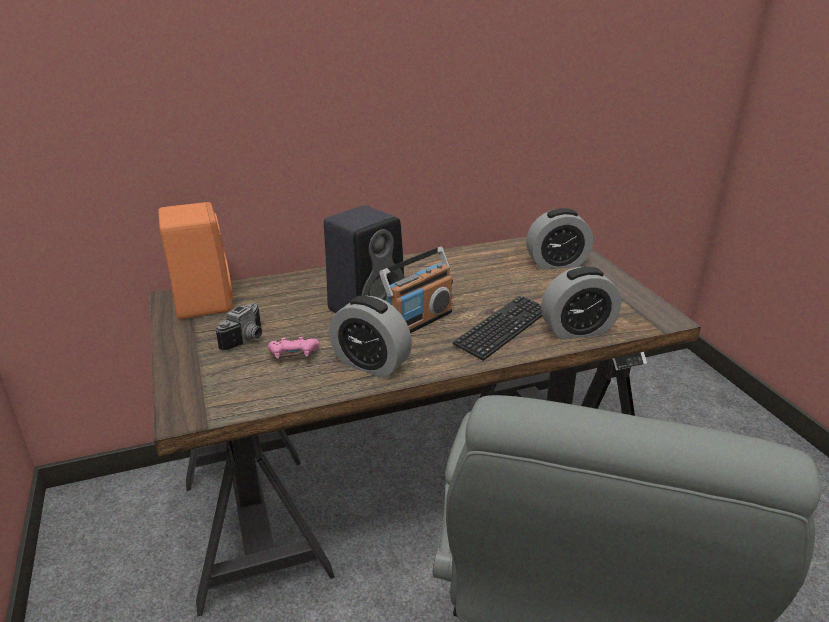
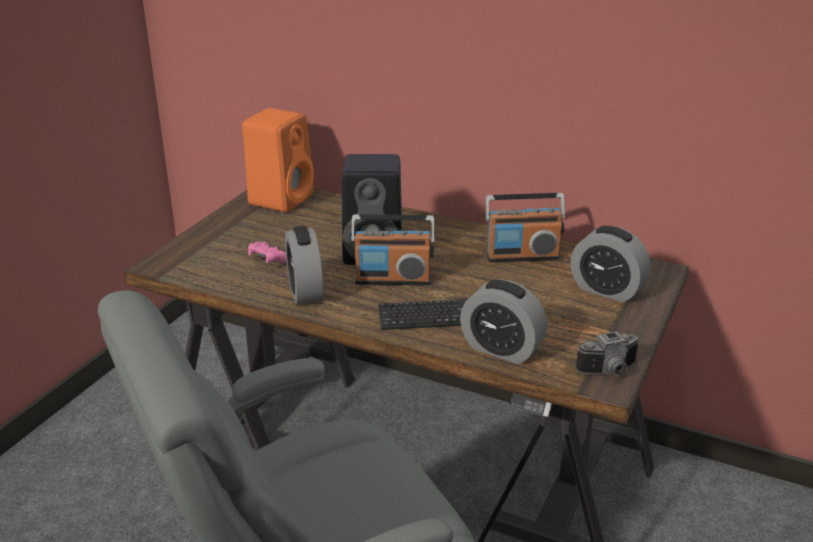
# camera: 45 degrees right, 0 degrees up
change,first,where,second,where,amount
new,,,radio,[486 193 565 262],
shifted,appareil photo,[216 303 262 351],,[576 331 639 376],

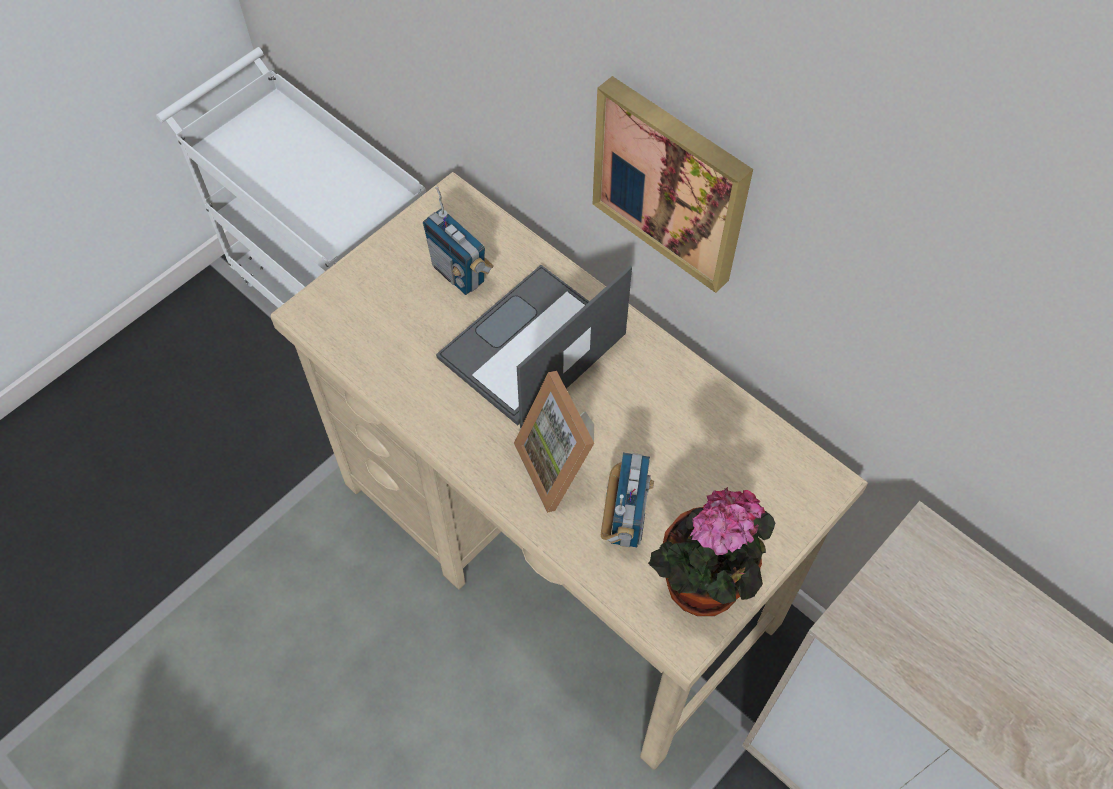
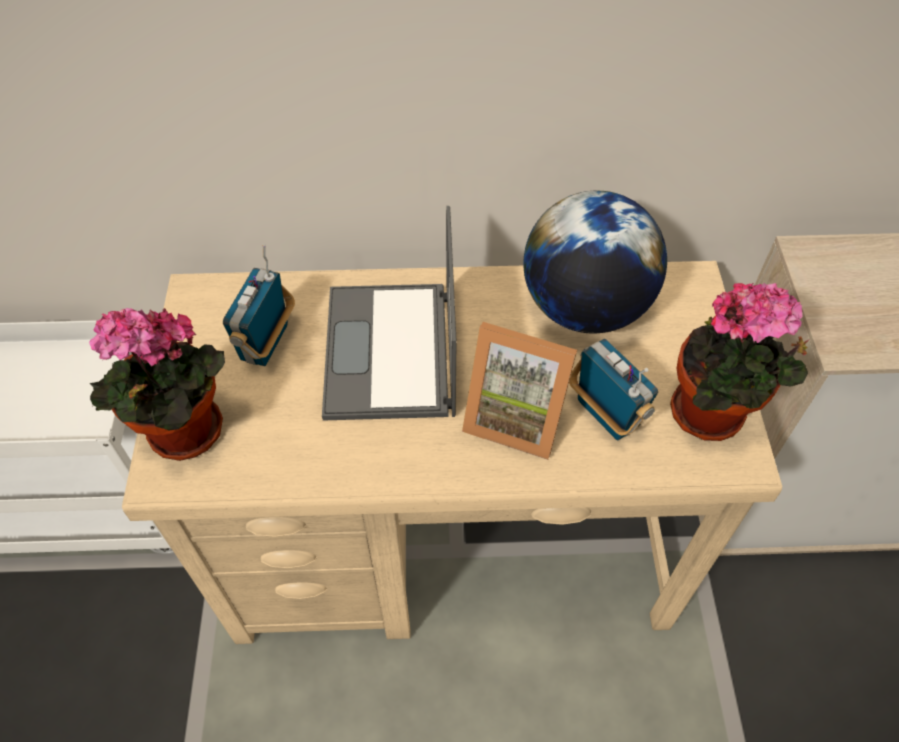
# camera: 45 degrees left, 5 degrees down
change,first,where,second,where,amount
new,,,plante en pot,[89 308 225 461],
rotated,radio,[423 187 494 295],,[223 244 295 366],105 degrees clockwise
new,,,globe,[523 191 667 333],
gone,tableau,[593 76 753 293],,,

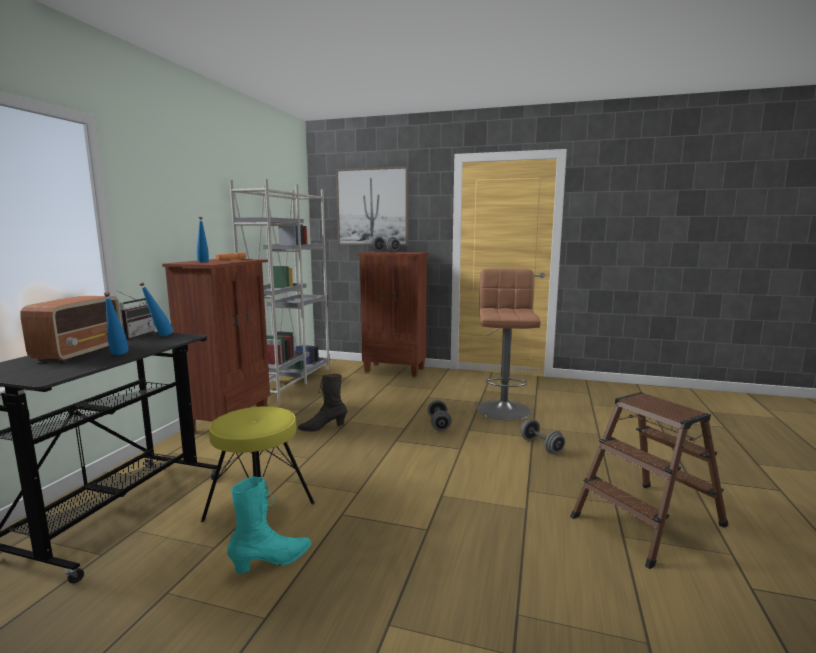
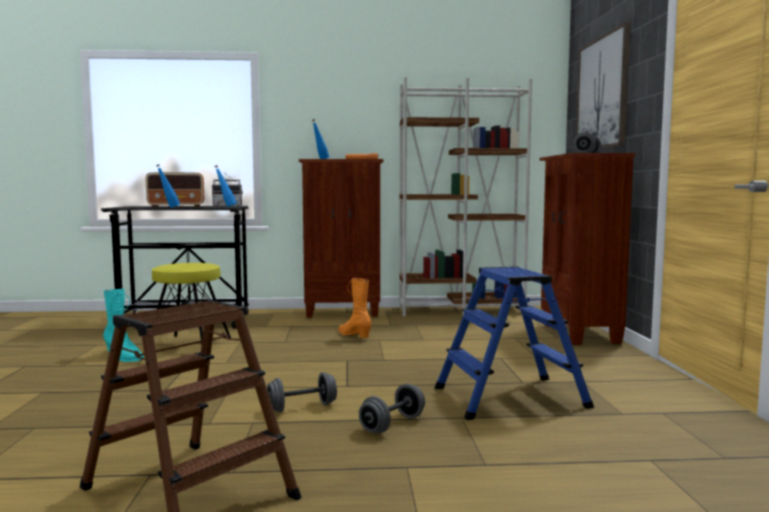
# camera: 70 degrees right, 5 degrees down
change,first,where,second,where,amount
shifted,haltère [gris],[428 400 452 431],,[267 372 337 413],
repainted,botte [noir],[298 374 347 432],botte [orange],[339 278 372 338],
repainted,bibliothèque [gris],[230 179 330 402],bibliothèque [marron],[399 78 532 317],
swapped,tabouret [marron],[477 269 541 420],escabeau [bleu],[434 266 594 420],

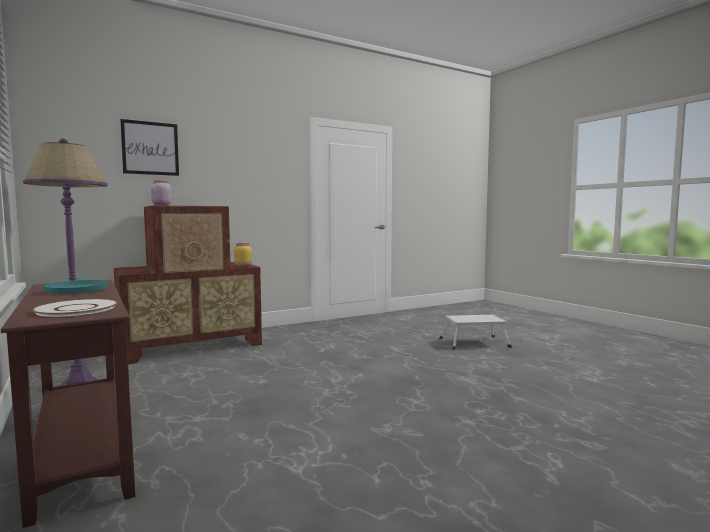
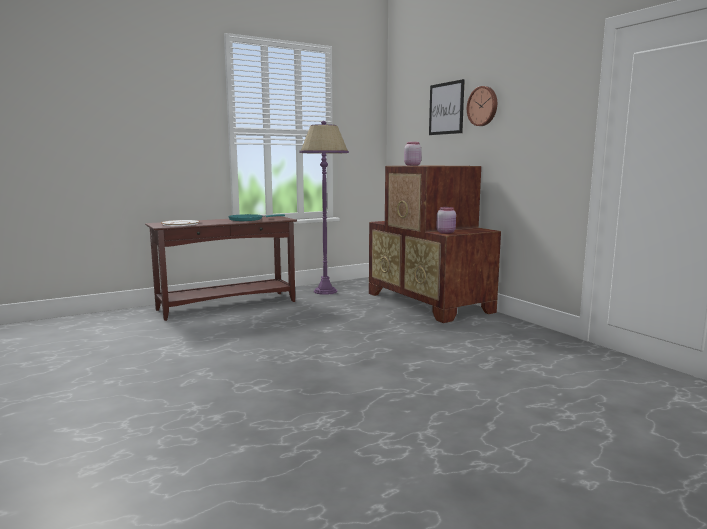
# camera: 90 degrees right, 5 degrees up
change,first,where,second,where,amount
repainted,bocal [jaune],[234 243 252 267],bocal [rose],[436 207 456 234],
new,,,horloge murale,[467 86 497 126],
gone,escabeau [blanc],[439 314 512 350],,,

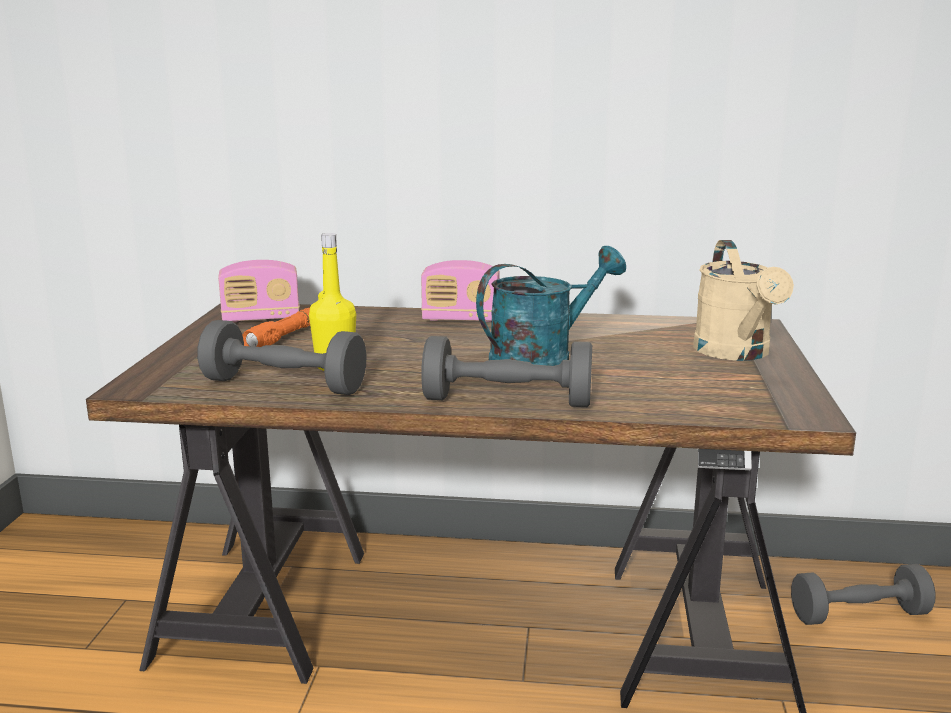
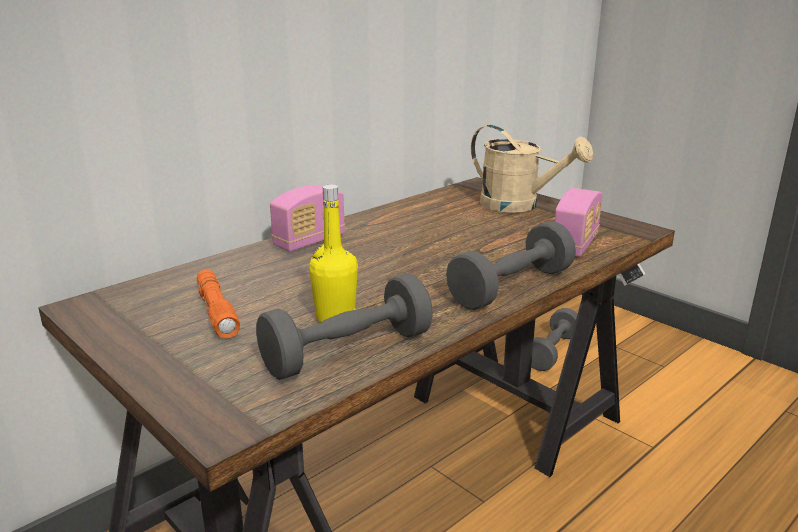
# camera: 50 degrees left, 5 degrees up
change,first,where,second,where,amount
shifted,radio,[218 260 300 322],,[554 188 603 257],
gone,arrosoir [turquoise],[476 246 626 366],,,

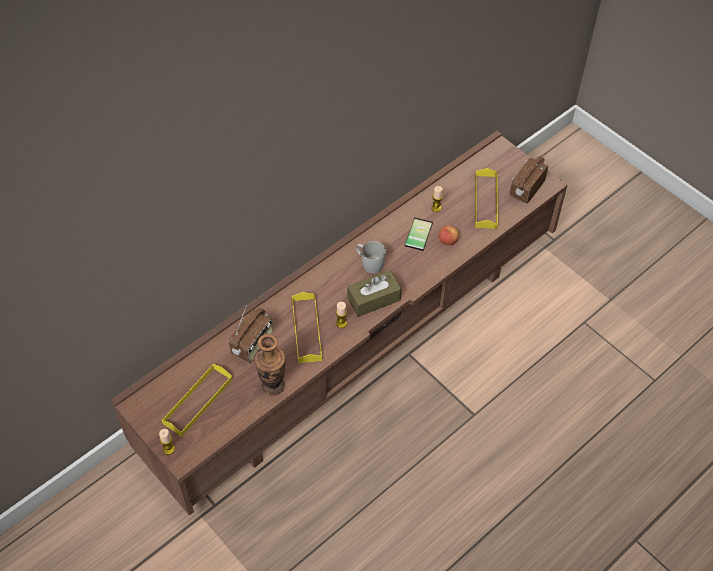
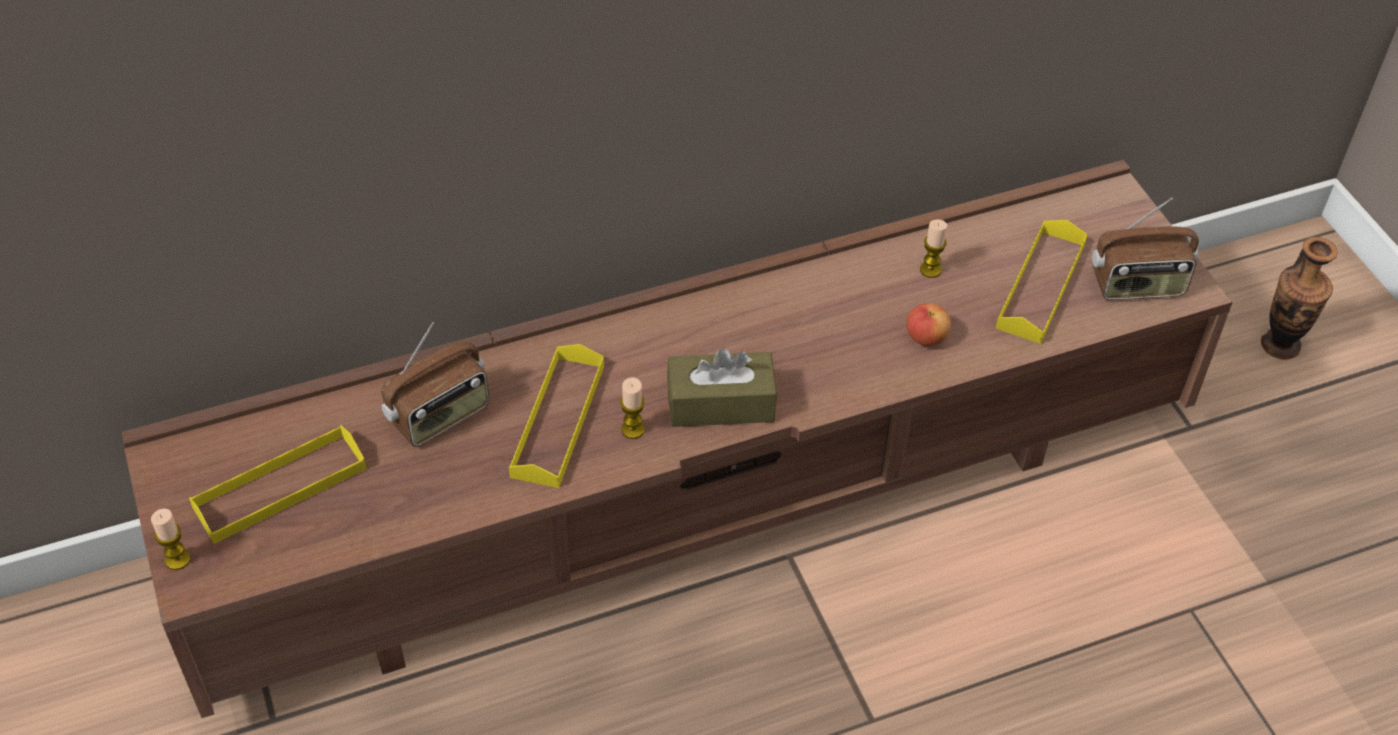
# camera: 20 degrees right, 5 degrees down
change,first,where,second,where,amount
rotated,radio,[509 156 548 204],,[1092 198 1199 300],150 degrees counterclockwise
shifted,vase,[254 334 286 396],,[1261 237 1338 359],
gone,mug [blanc],[356 241 386 273],,,
gone,téléphone,[405 217 433 251],,,

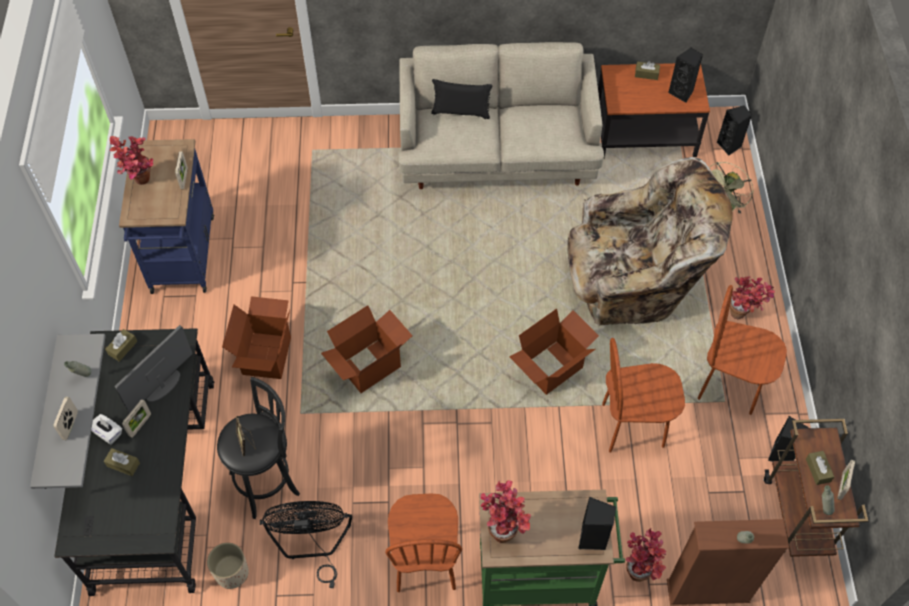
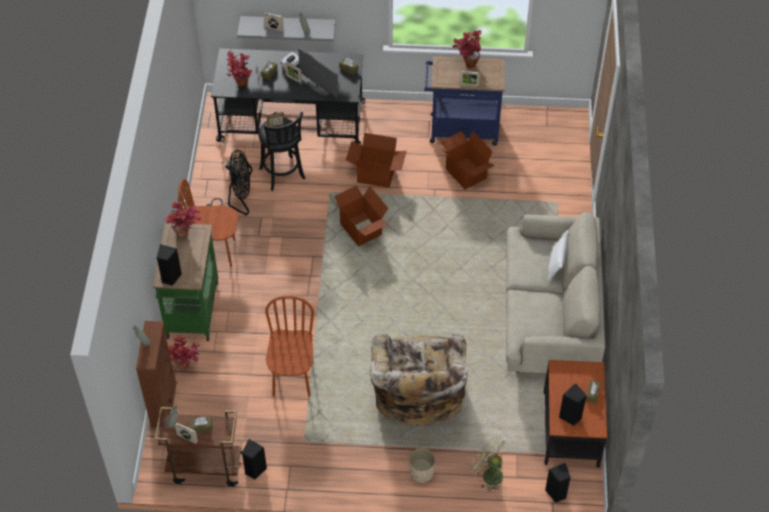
# camera: 95 degrees right, 5 degrees down
change,first,where,second,where,amount
shifted,plante en pot,[730 276 775 319],,[226 51 252 87],
shifted,cache-pot [beige],[207 542 249 589],,[409 448 435 483],
shifted,carton,[509 309 599 395],,[441 131 495 189],
repainted,coussin [noir],[431 79 492 119],coussin [blanc],[547 230 568 282],
gone,chaise [marron],[698 285 787 415],,,

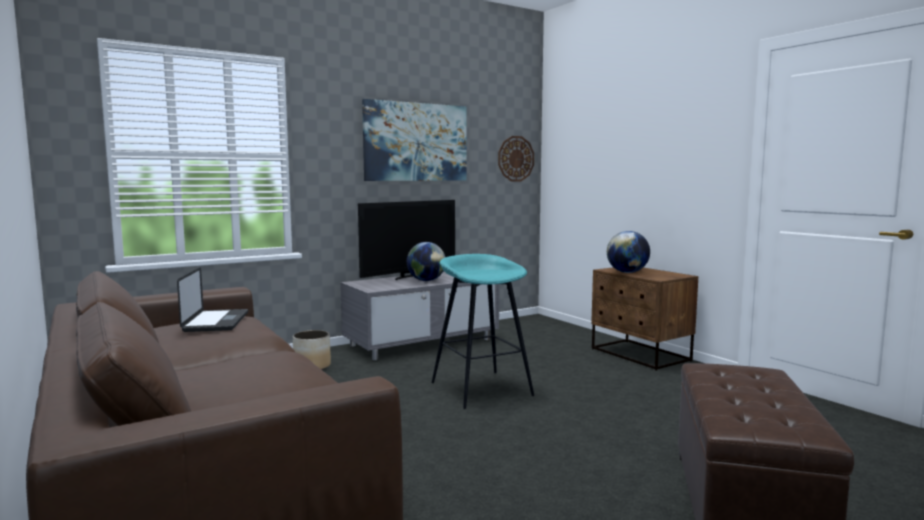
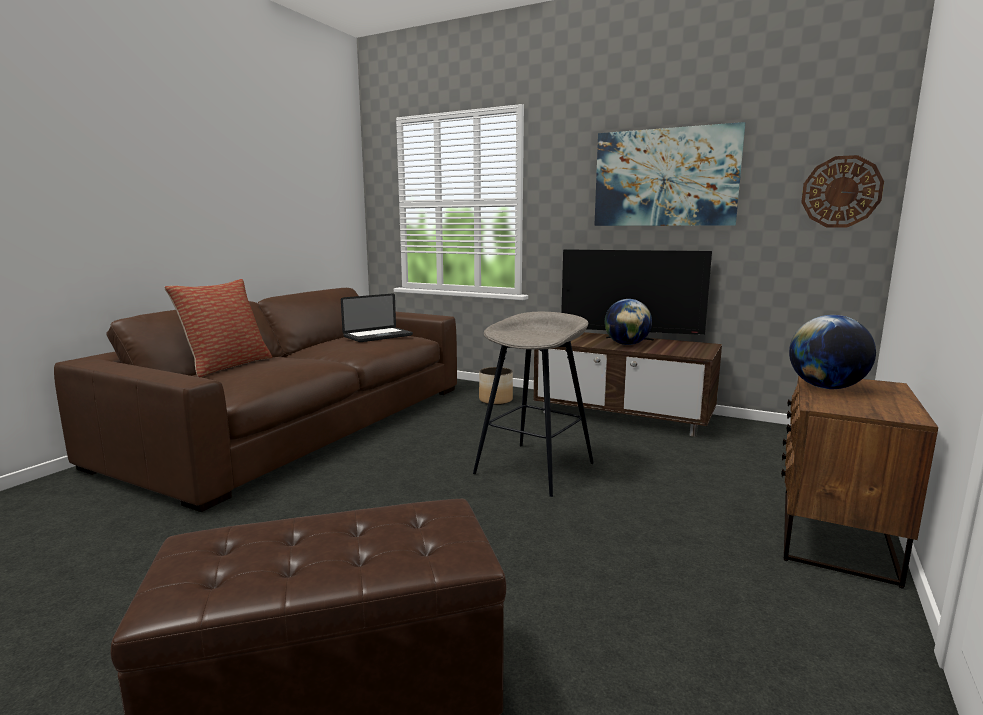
# camera: 60 degrees right, 5 degrees up
change,first,where,second,where,amount
new,,,coussin,[164 279 272 377],
repainted,tabouret [turquoise],[432 254 534 409],tabouret [gris],[473 312 594 497],
repainted,meuble télé [gris],[340 272 500 360],meuble télé [marron],[534 332 722 437],

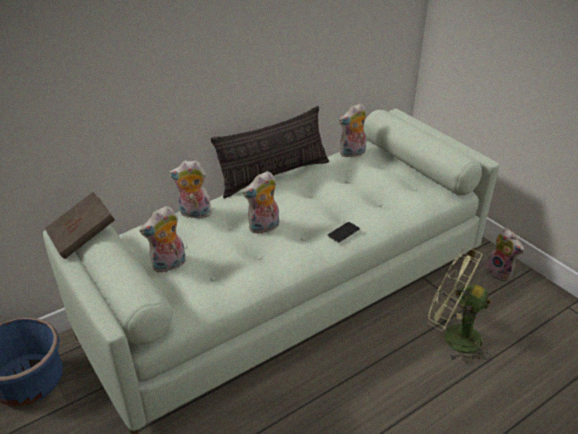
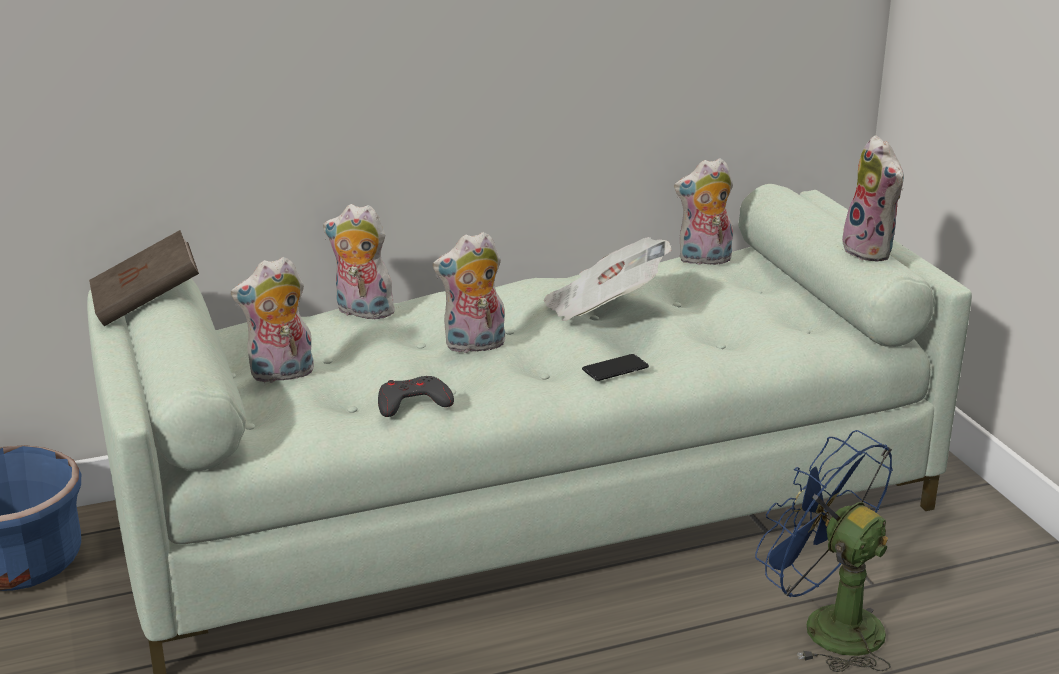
# camera: 15 degrees right, 10 degrees down
change,first,where,second,where,amount
new,,,manette [gris],[378 376 454 417],
new,,,journal,[543 237 672 321],
repainted,ventilateur [vert],[427 247 491 364],ventilateur [bleu],[755 430 893 672],
shifted,peluche,[486 228 524 281],,[842 135 904 262],
gone,coussin,[211 106 329 199],,,

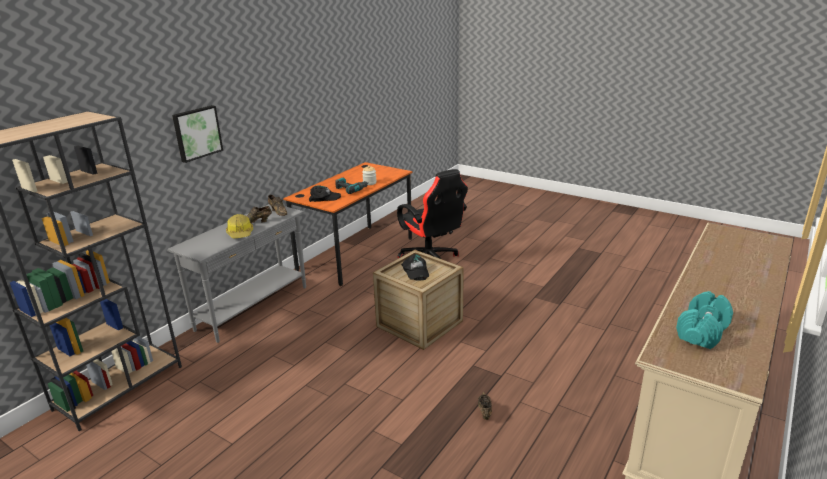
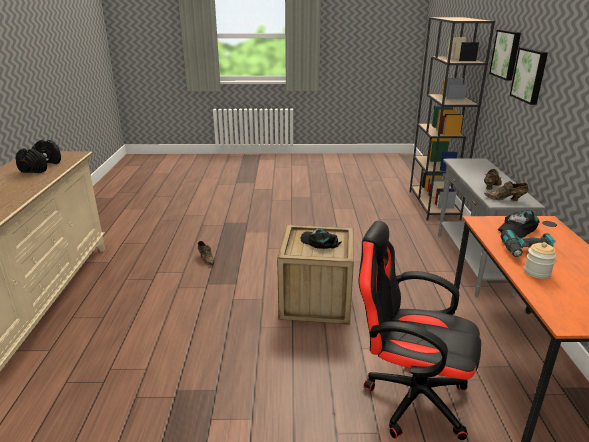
# camera: 145 degrees right, 0 degrees up
change,first,where,second,where,amount
repainted,haltère [turquoise],[676 291 733 349],haltère [noir],[16 140 61 173],
new,,,tableau,[489 30 521 81],
gone,casque de chantier,[226 214 253 238],,,

